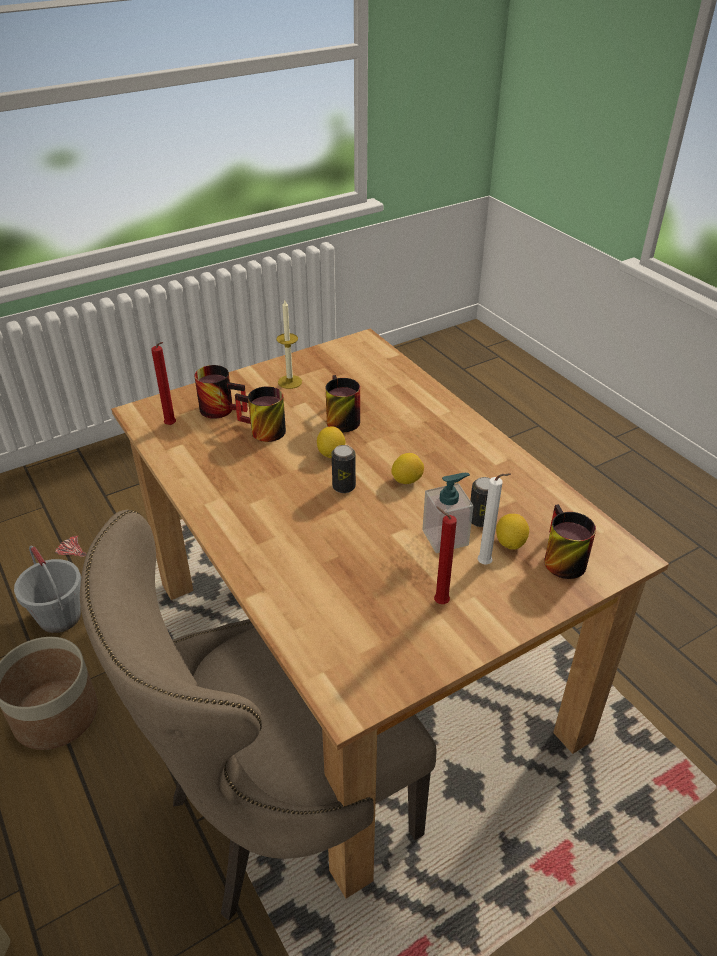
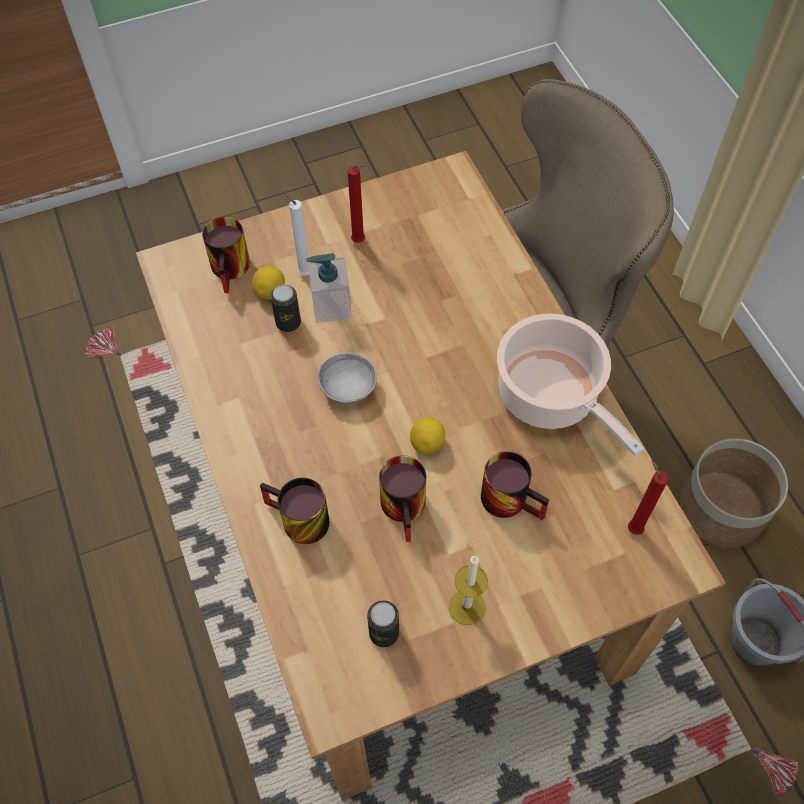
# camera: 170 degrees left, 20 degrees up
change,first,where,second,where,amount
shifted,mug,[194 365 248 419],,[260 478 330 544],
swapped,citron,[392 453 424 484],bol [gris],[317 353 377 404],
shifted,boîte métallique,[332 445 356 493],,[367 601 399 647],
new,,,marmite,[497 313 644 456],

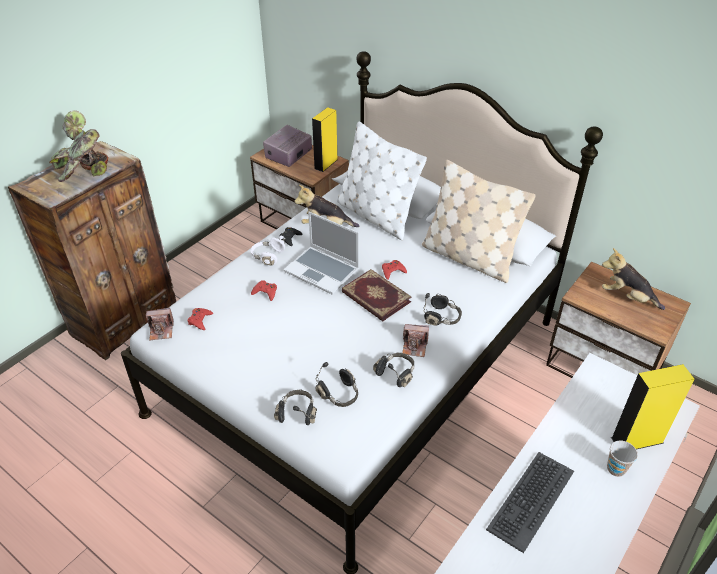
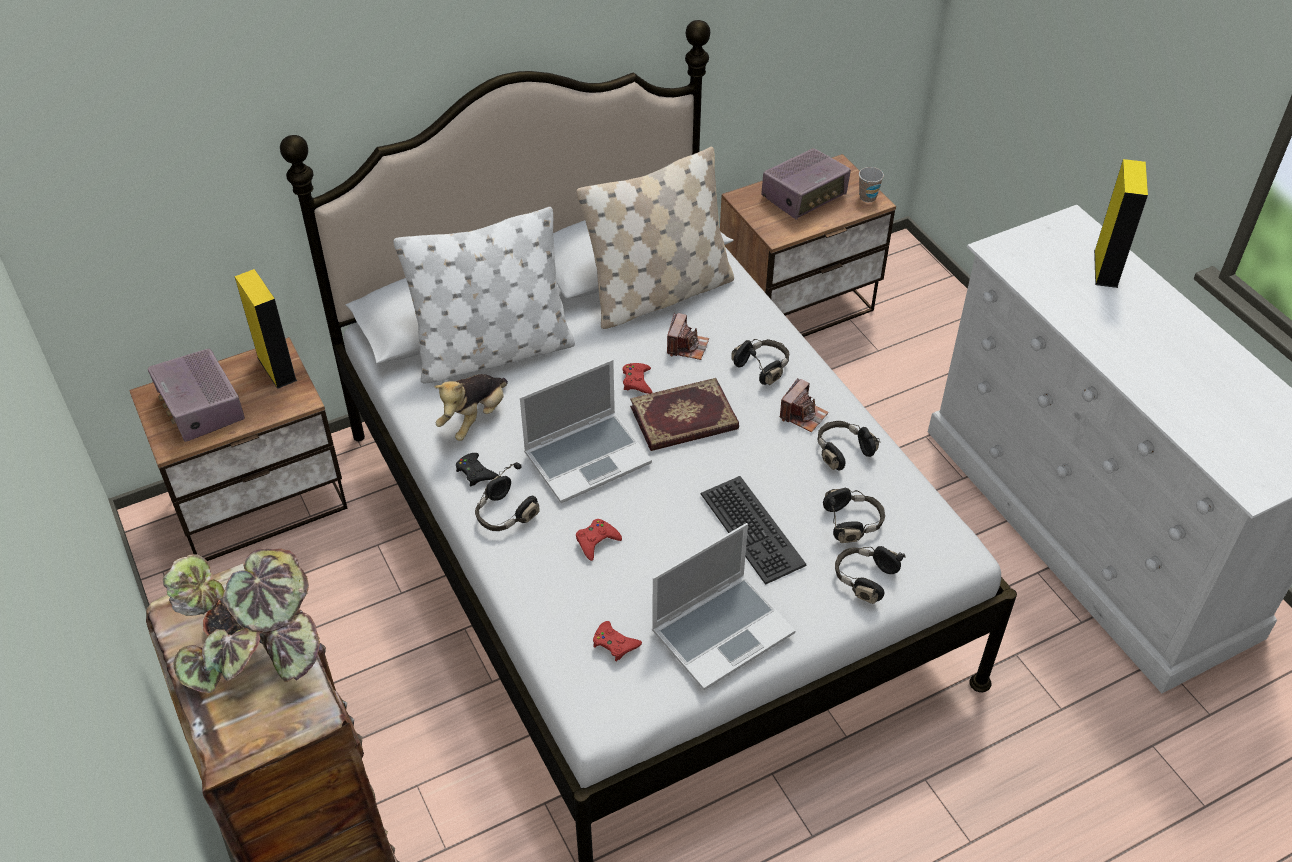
# camera: 65 degrees left, 5 degrees up
change,first,where,second,where,amount
repainted,casque audio [blanc],[251 236 286 266],casque audio [noir],[475 462 540 531],
new,,,ordinateur portable,[652 523 796 690],
shifted,appareil photo,[146 308 174 340],,[667 313 709 360],
shifted,clavier,[486 452 574 553],,[701 476 807 585],
swapped,peluche,[602 248 665 310],radio,[761 148 851 220],
shifted,tasse,[607 441 638 477],,[859 167 884 202],

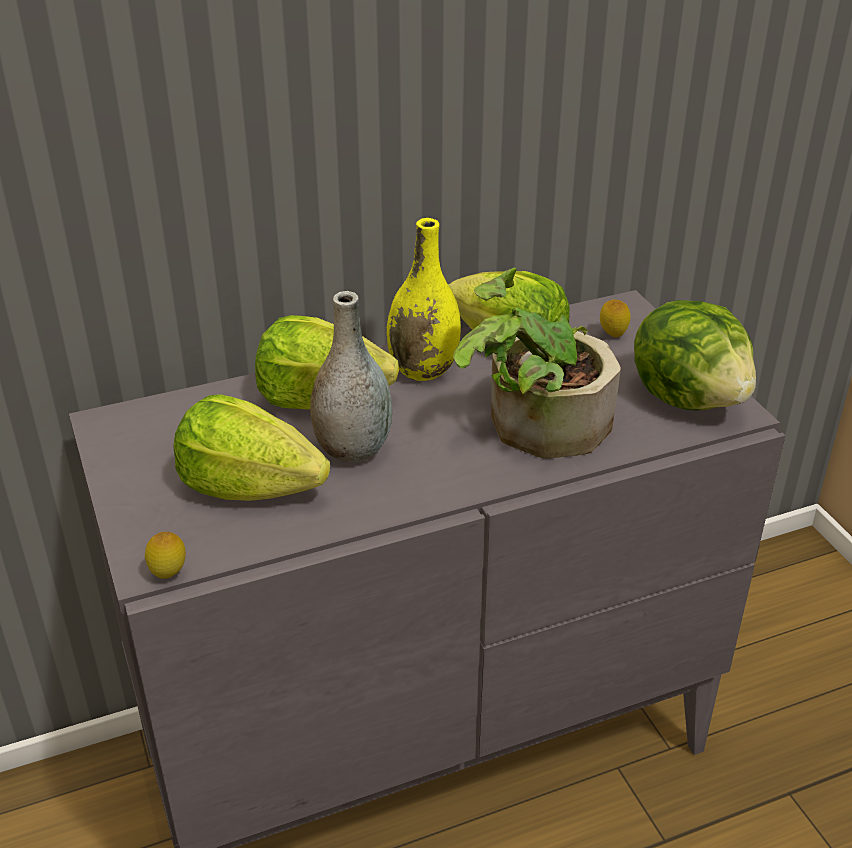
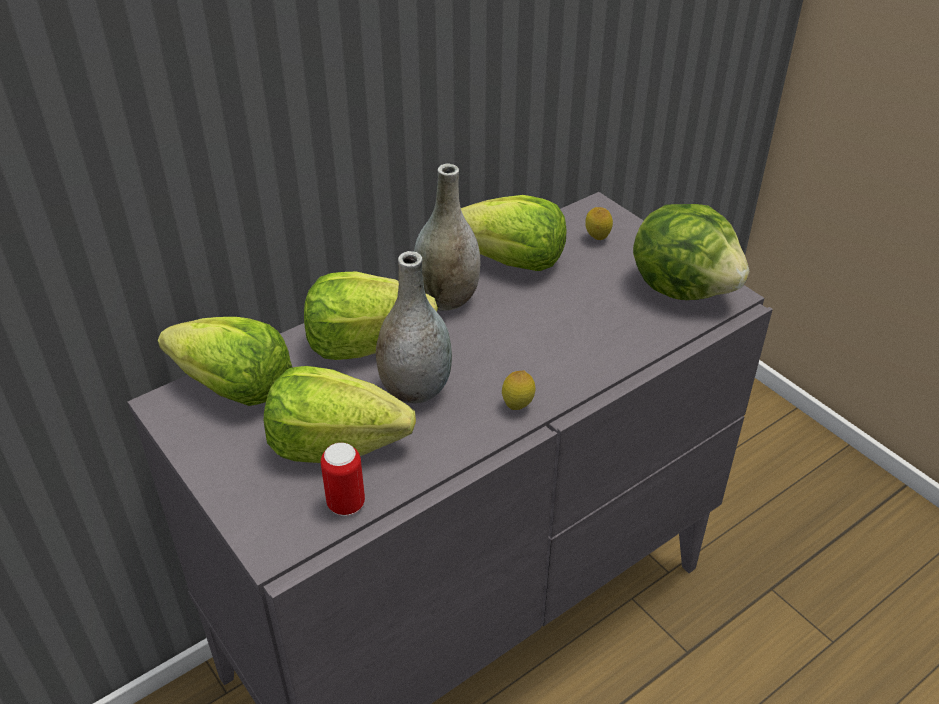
# camera: 15 degrees left, 5 degrees up
change,first,where,second,where,amount
new,,,laitue,[158 317 293 406],
new,,,boîte métallique,[321 442 365 516],
repainted,vase [jaune],[386 218 461 381],vase [gris],[414 164 480 311],
shifted,citron,[145 532 186 579],,[502 370 535 410],
gone,plante en pot,[453 268 621 459],,,

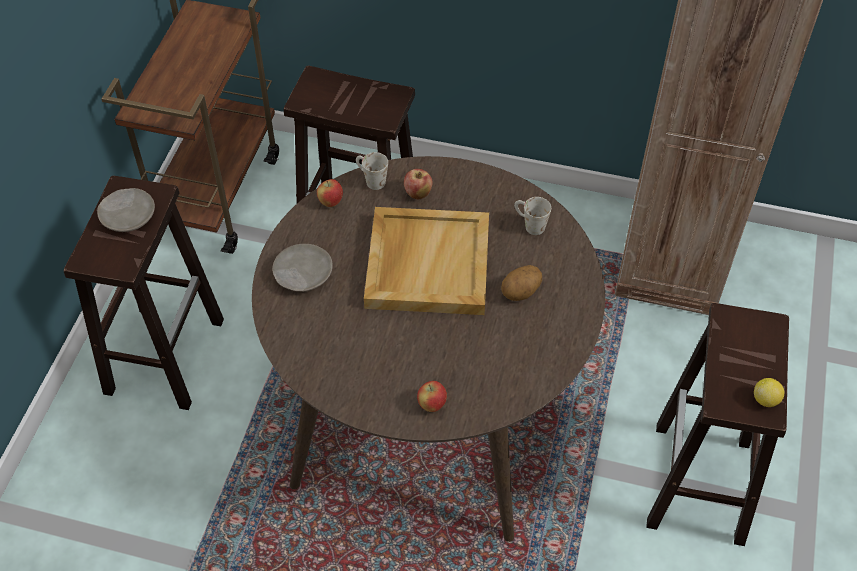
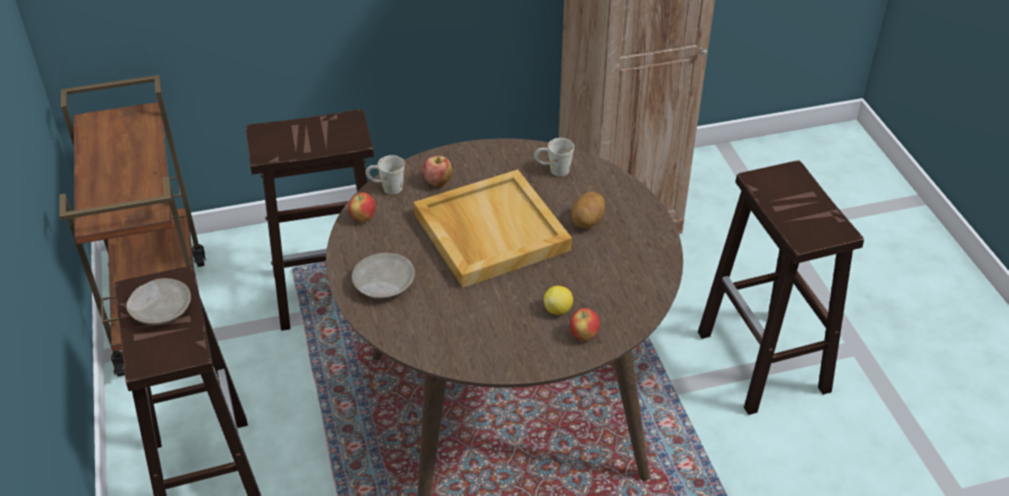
# camera: 30 degrees left, 10 degrees down
change,first,where,second,where,amount
shifted,citron,[754 378 784 407],,[544 286 573 315],

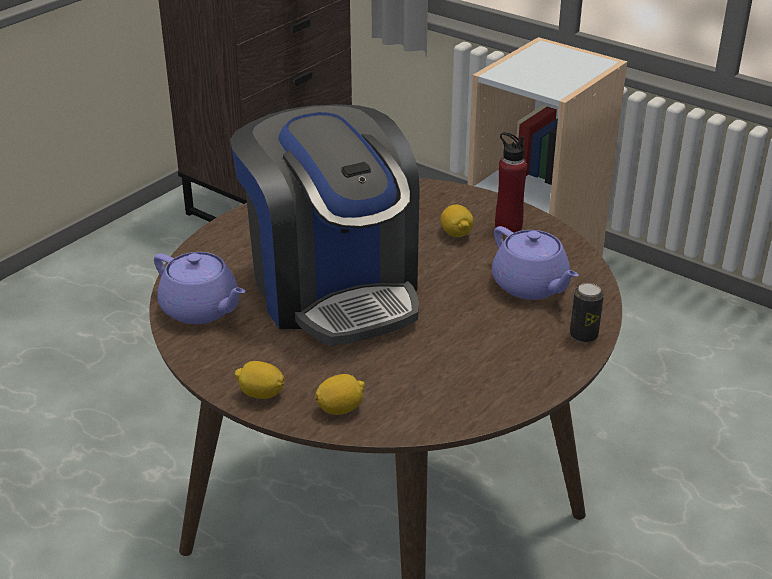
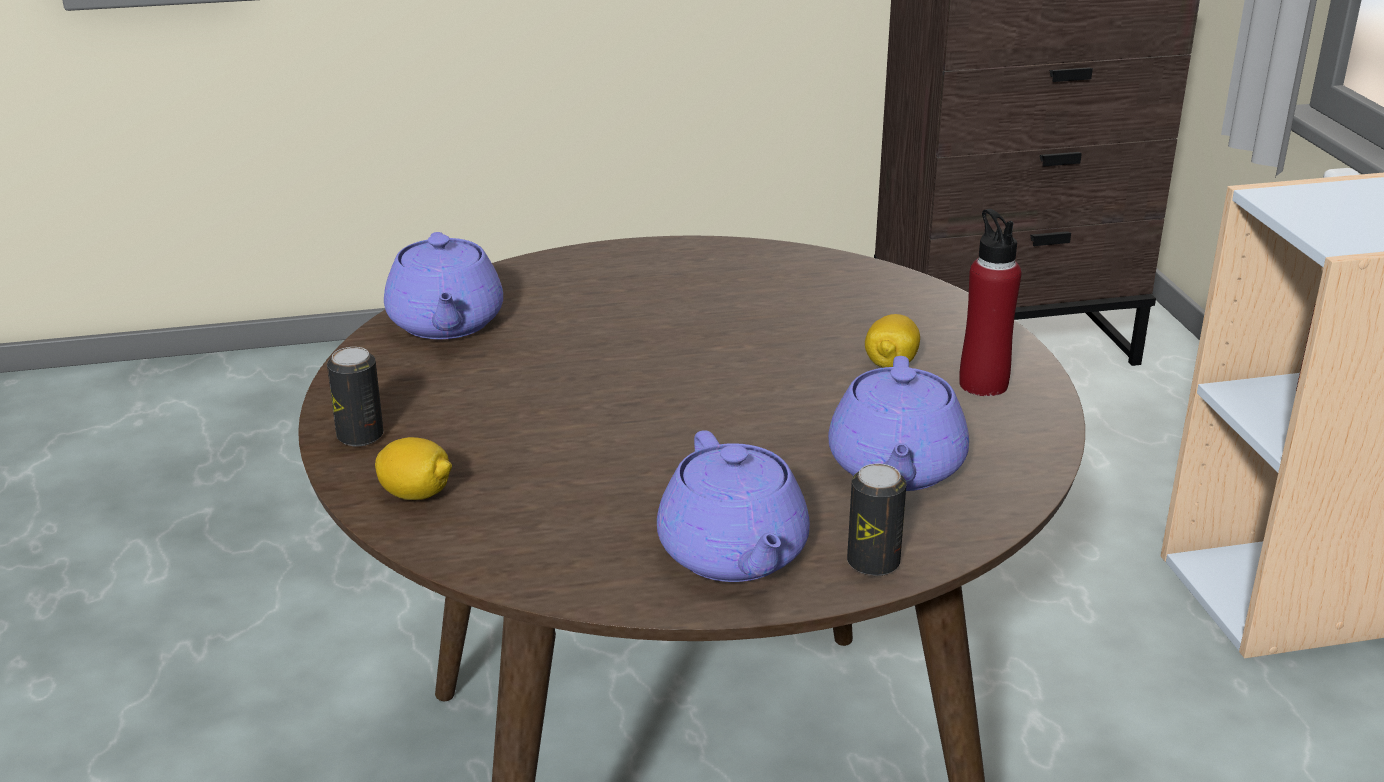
# camera: 40 degrees right, 5 degrees down
change,first,where,second,where,amount
swapped,citron,[235 361 285 399],boîte métallique,[327 347 384 447],
new,,,théière [violet],[657 430 810 582],
gone,machine à café,[230 104 420 346],,,

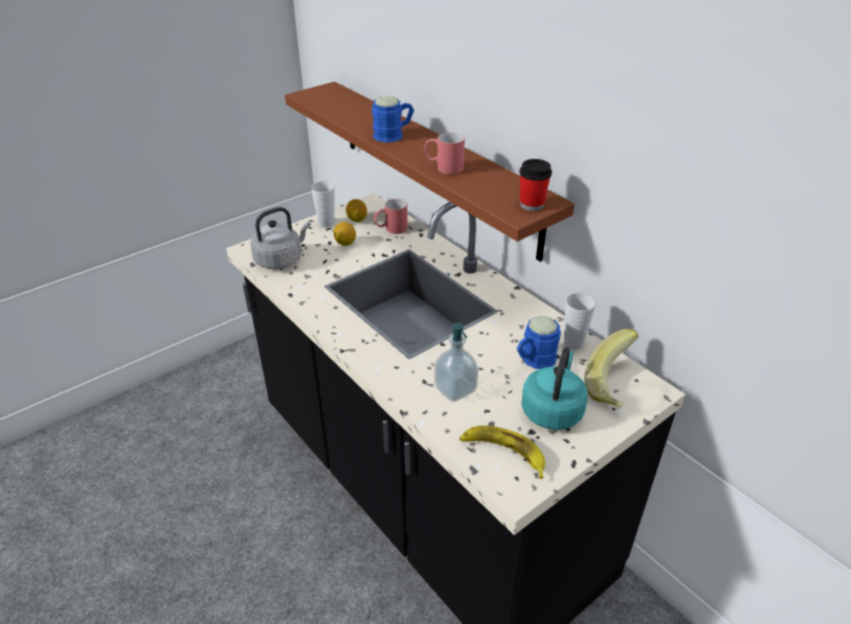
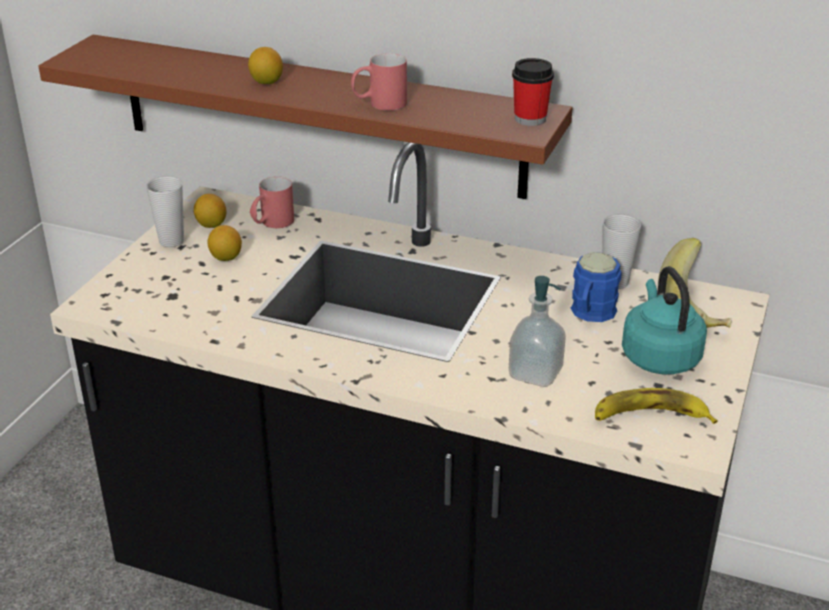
# camera: 30 degrees left, 5 degrees down
change,first,where,second,where,amount
swapped,mug [bleu],[372 96 414 143],citron,[248 47 283 84],
gone,bouilloire [gris],[250 207 310 269],,,

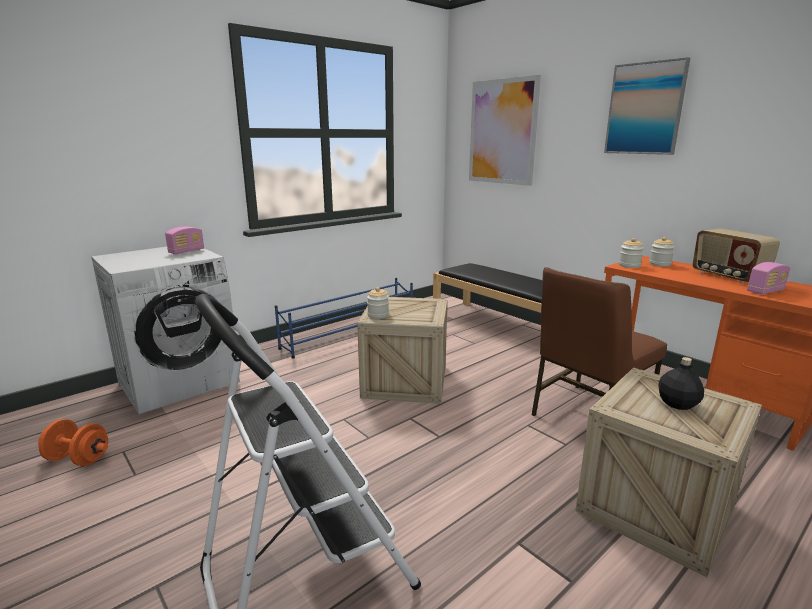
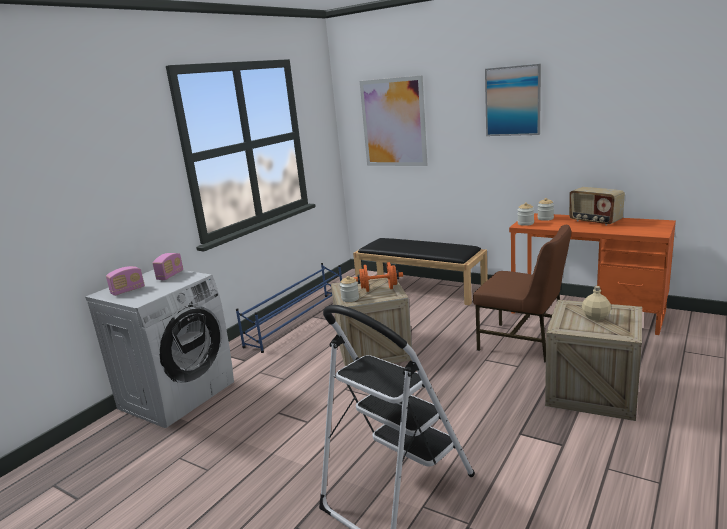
# camera: 15 degrees left, 0 degrees up
change,first,where,second,where,amount
shifted,radio,[747 262 790 294],,[106 266 145 296],
shifted,haltère [orange],[38 419 108 466],,[353 262 403 292],
rotated,chaise [marron],[531 267 667 416],,[473 225 571 363],90 degrees counterclockwise
repainted,bouteille [noir],[658 357 704 410],bouteille [beige],[582 286 611 321],

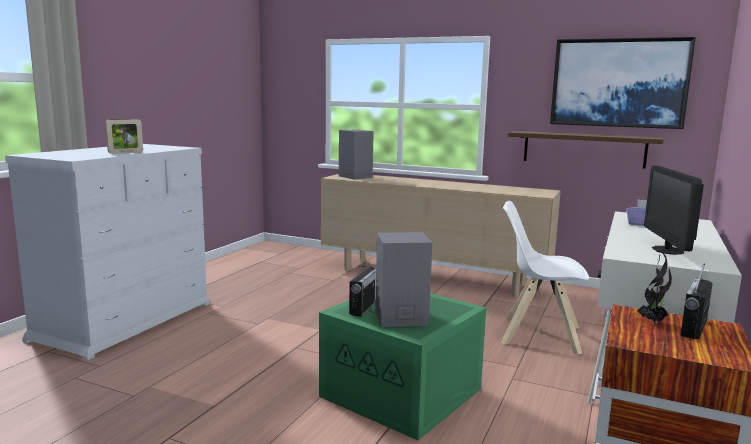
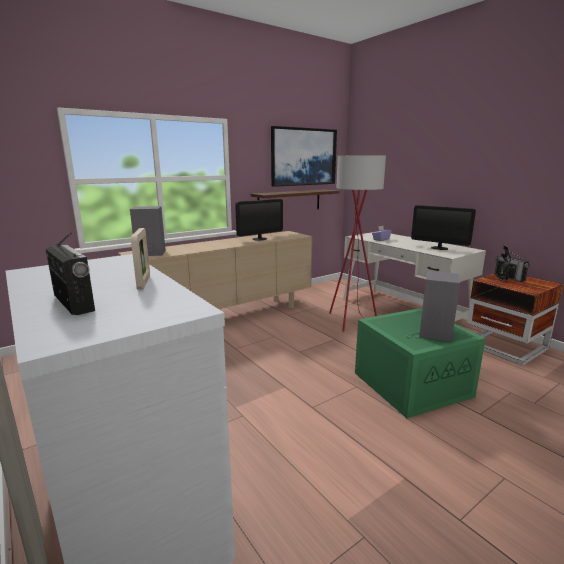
# camera: 60 degrees left, 5 degrees up
change,first,where,second,where,amount
shifted,radio,[349 265 376 317],,[46 232 95 315],
new,,,écran d'ordinateur,[235 199 283 241],
swapped,chaise [blanc],[501 201 589 354],lampadaire [rouge],[329 155 386 332],

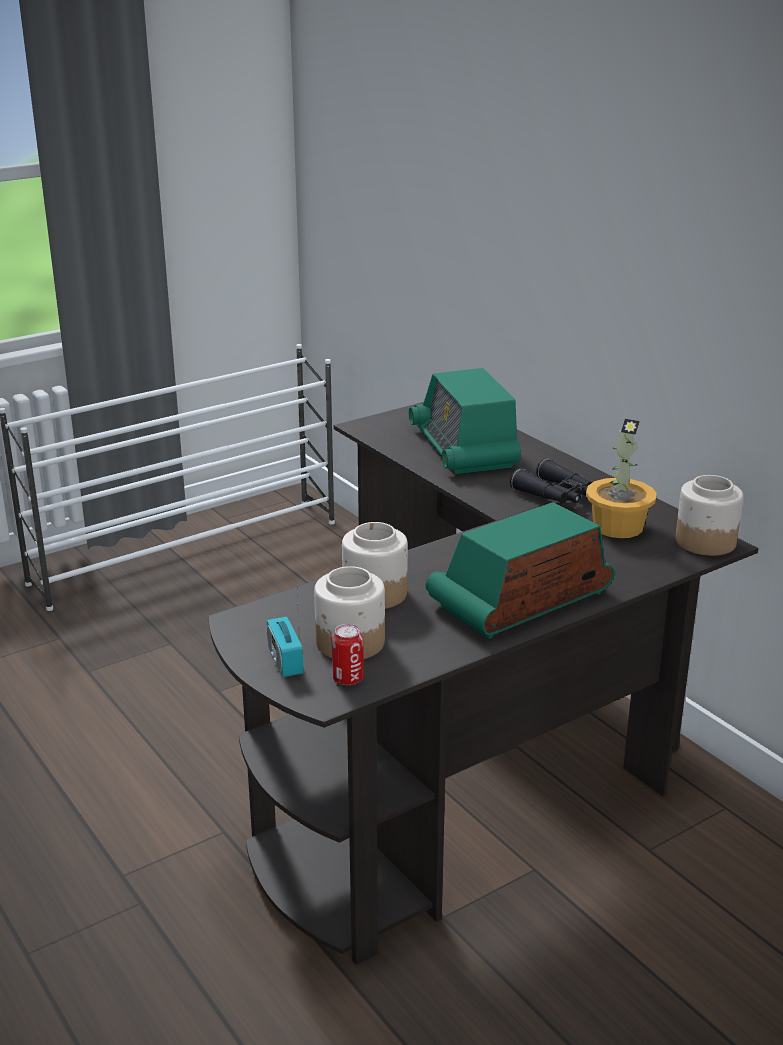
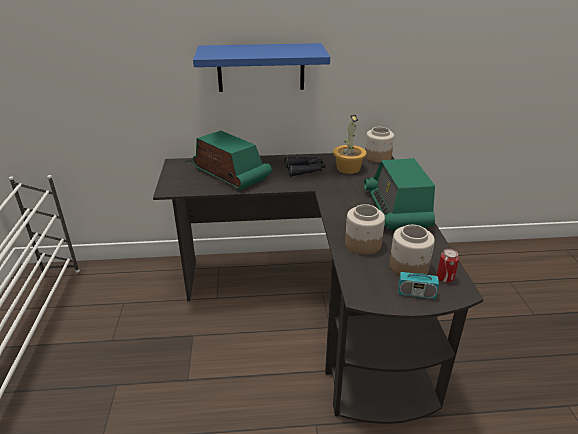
# camera: 60 degrees left, 5 degrees up
change,first,where,second,where,amount
new,,,étagère [bleu],[193 43 330 92],
rotated,radio,[409 368 521 474],,[193 131 272 190],150 degrees counterclockwise

